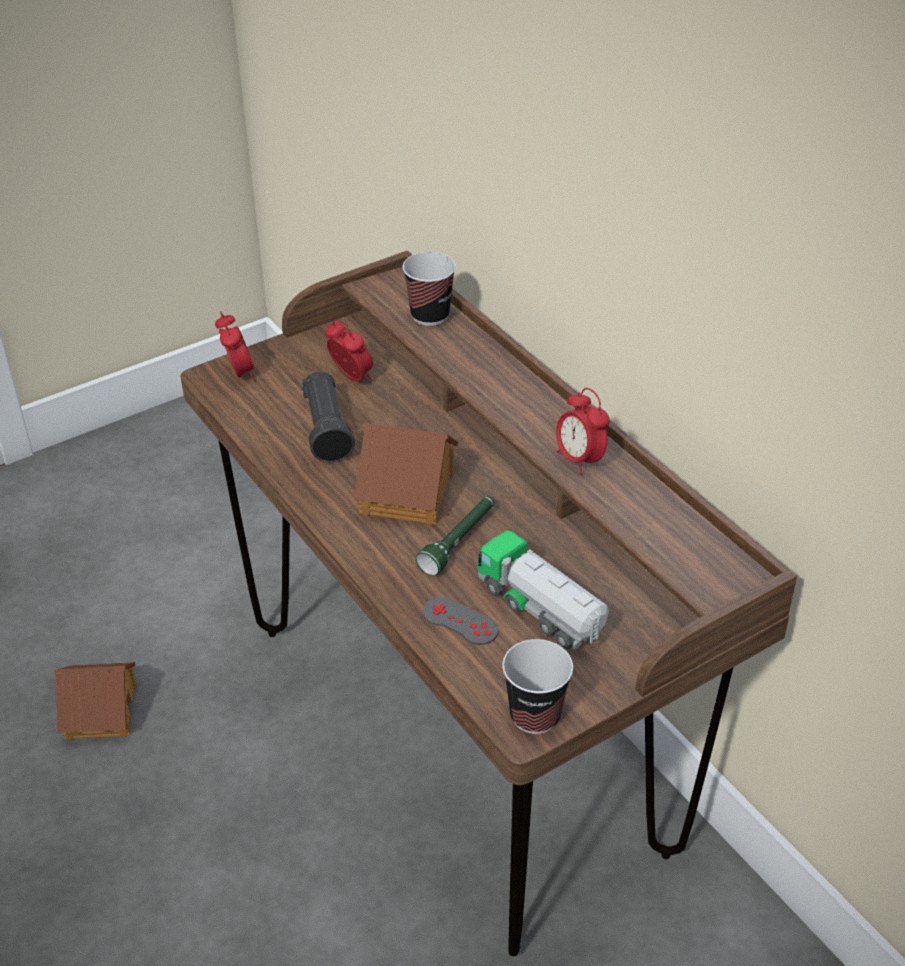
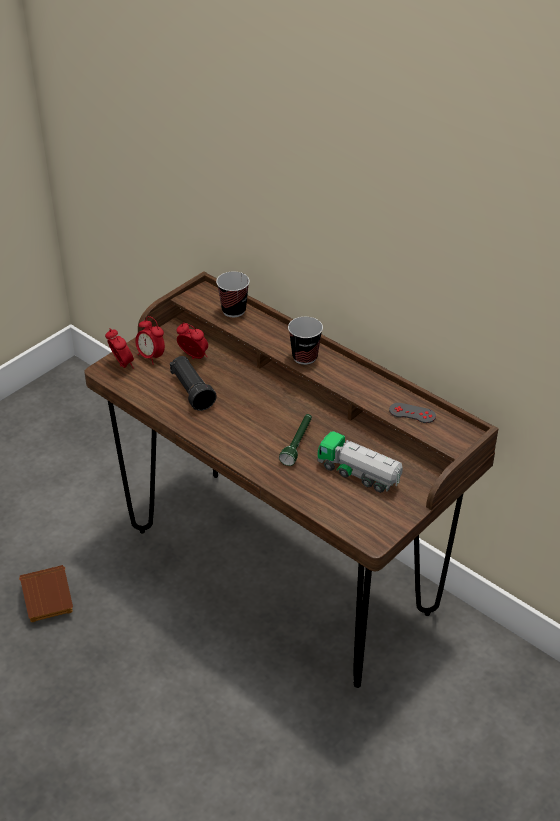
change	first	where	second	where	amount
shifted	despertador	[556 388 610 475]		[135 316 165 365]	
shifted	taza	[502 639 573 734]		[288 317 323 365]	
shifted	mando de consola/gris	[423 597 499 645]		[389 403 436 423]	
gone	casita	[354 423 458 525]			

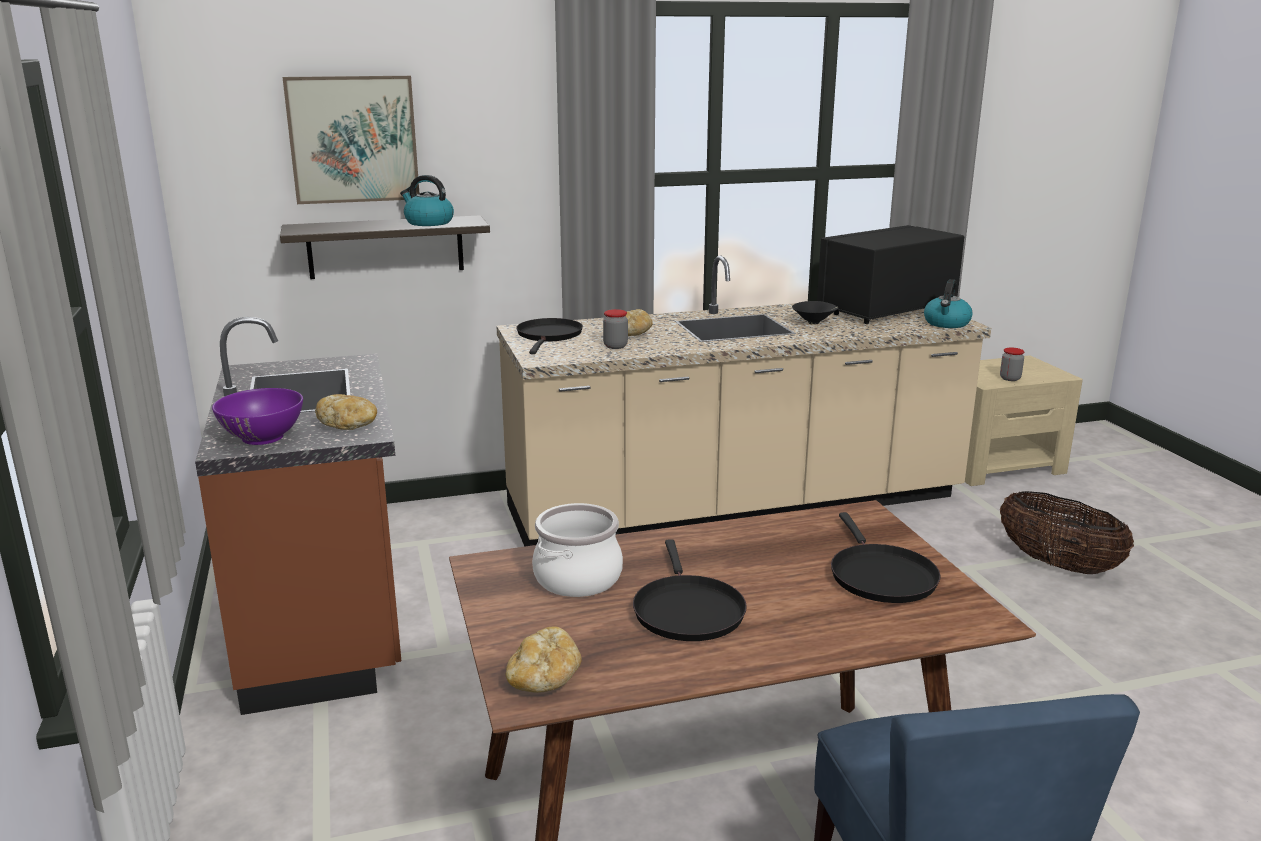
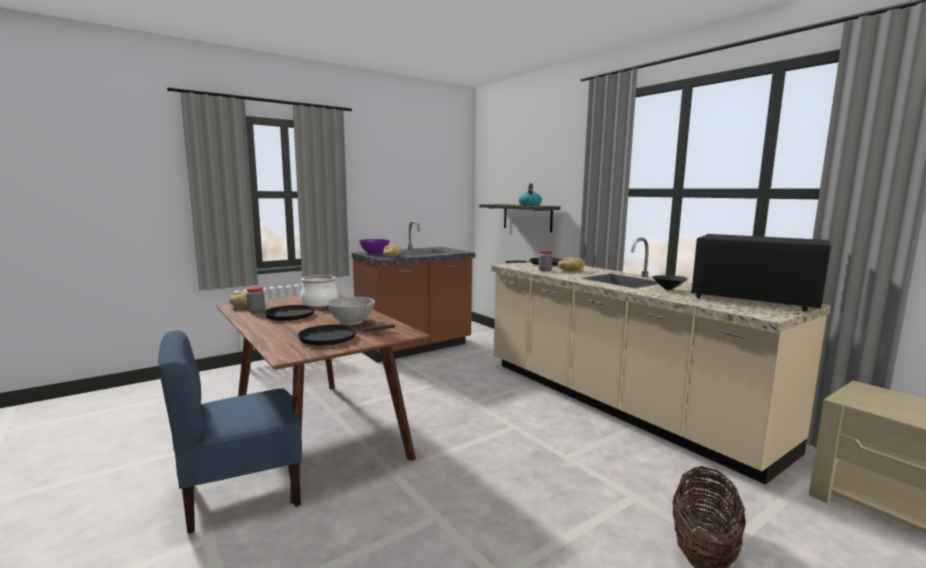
change	first	where	second	where	amount
shifted	tarro	[1000 348 1024 381]		[246 287 265 313]	
new			cuenco/blanco	[327 297 375 325]	
gone	cuadro	[283 76 420 204]			
gone	hervidor	[924 279 973 328]			

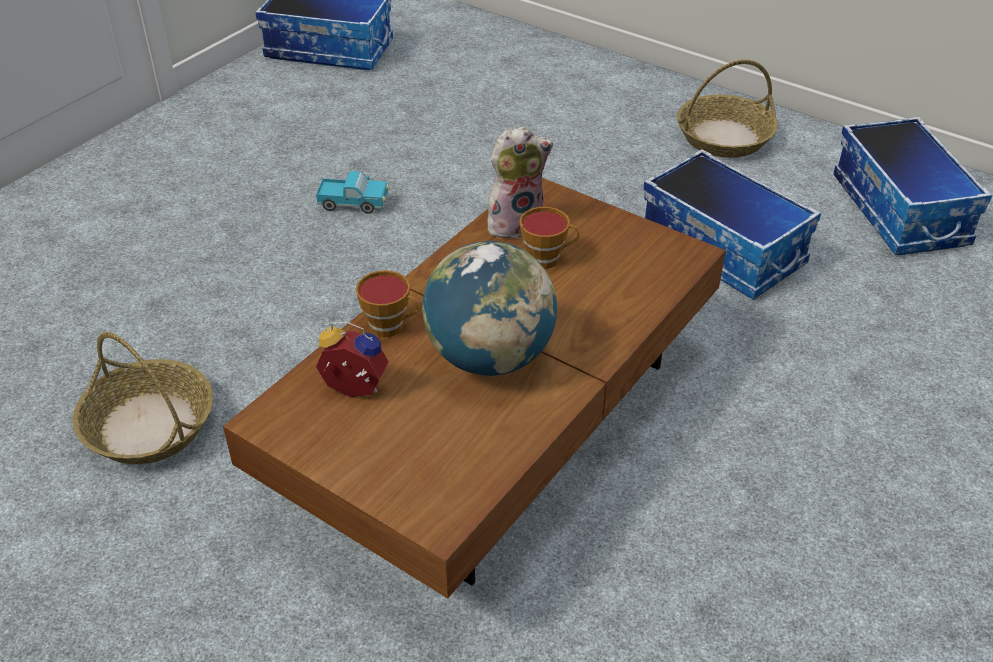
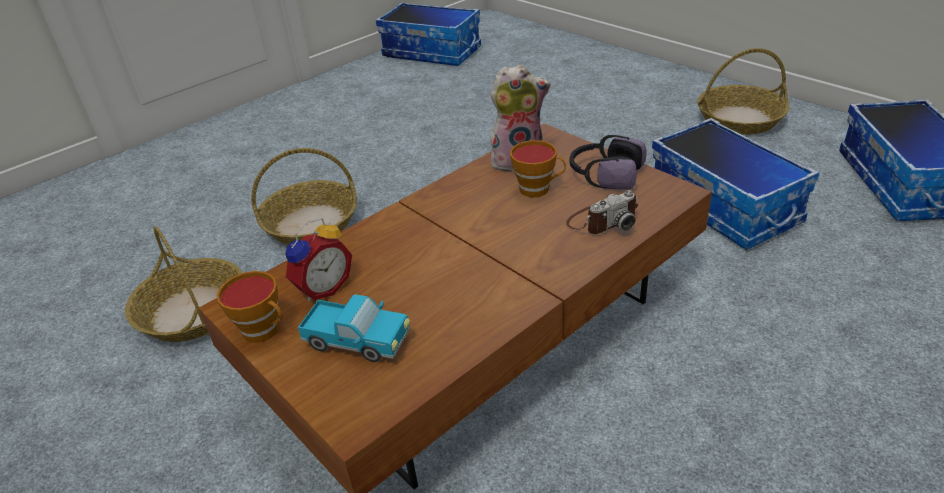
change	first	where	second	where	amount
shifted	taza	[356 270 419 337]		[217 271 283 343]	
new			cesta	[251 148 357 245]	
rotated	despertador	[316 322 389 397]		[286 218 352 301]	105 degrees clockwise
shifted	camión de juguete	[316 171 389 214]		[298 294 410 362]	
new			cámara	[566 190 638 234]	
new			auriculares	[569 135 647 190]	
gone	globo terráqueo	[422 241 557 376]			

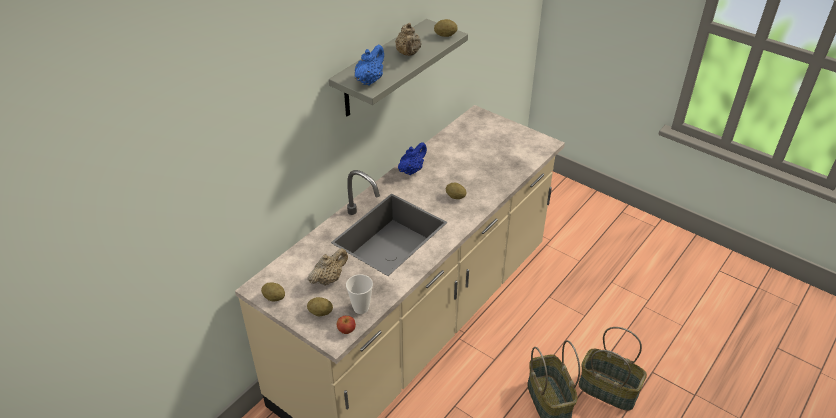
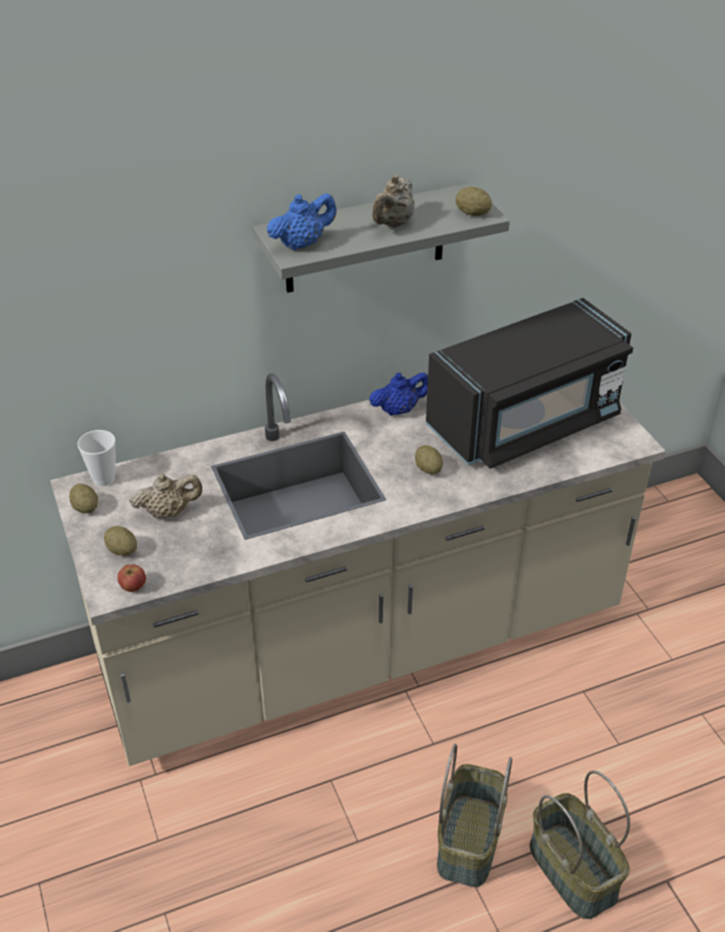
change	first	where	second	where	amount
shifted	taza	[346 274 373 314]		[77 430 116 486]	
new			microondas/negro	[426 298 633 469]	

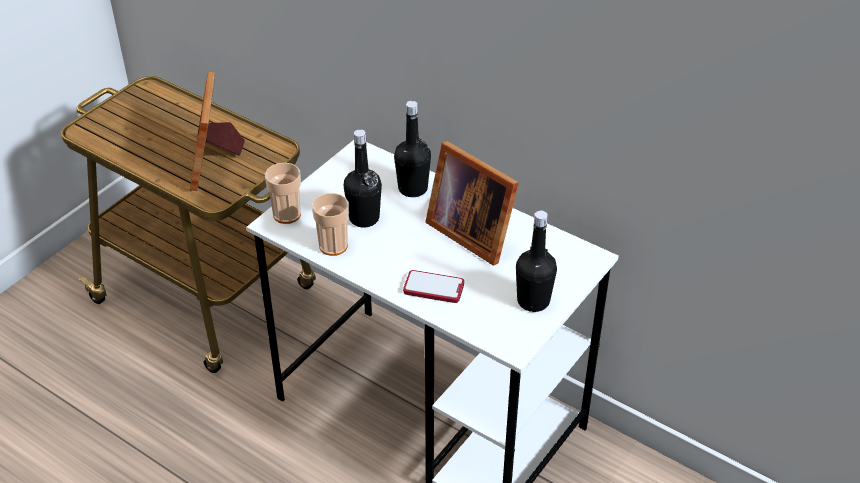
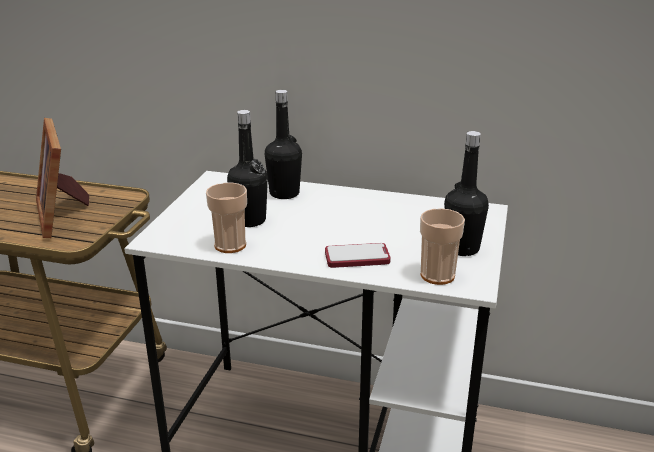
change	first	where	second	where	amount
shifted	taza	[265 163 301 224]		[420 208 465 285]	
gone	portarretratos	[425 141 519 266]			

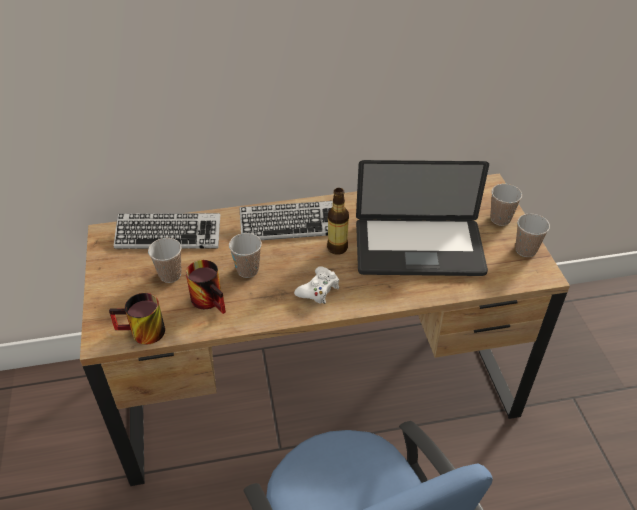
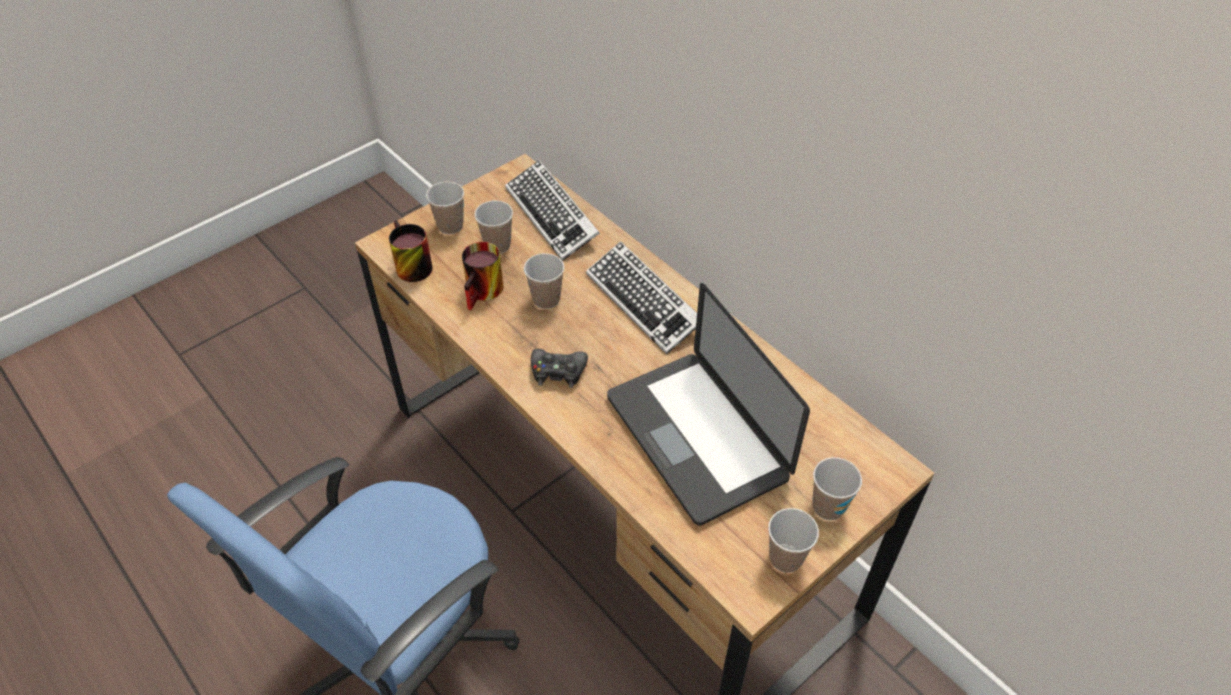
change	first	where	second	where	amount
new			taza	[426 181 464 234]	
repainted	mando de consola/blanco	[294 266 340 304]	mando de consola/negro	[531 349 588 388]	
gone	botella	[327 188 349 255]			

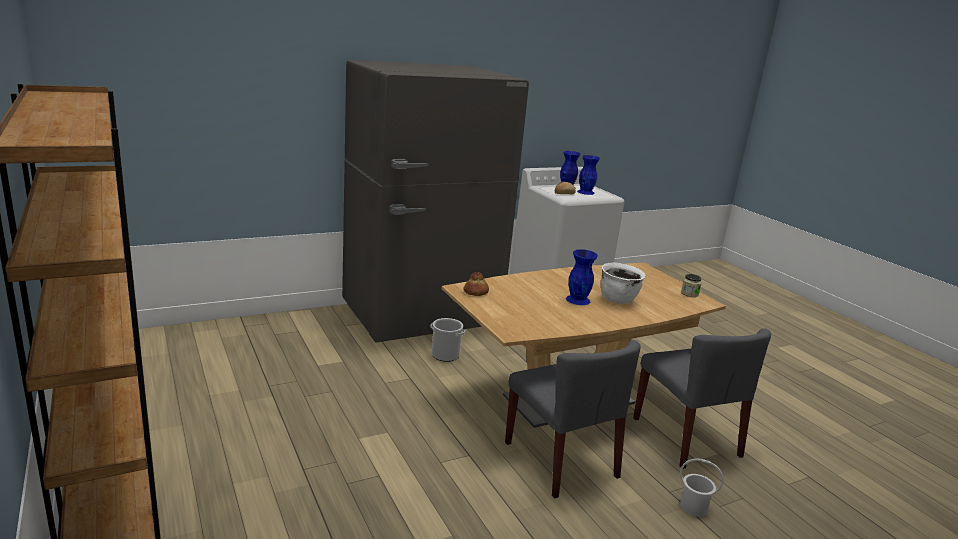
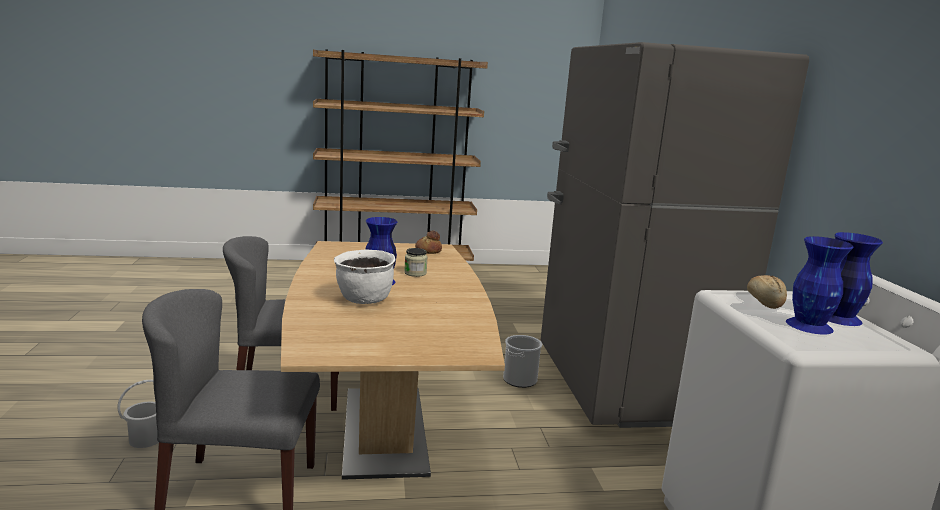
change	first	where	second	where	amount
shifted	tarro	[681 274 702 297]		[404 248 428 277]	

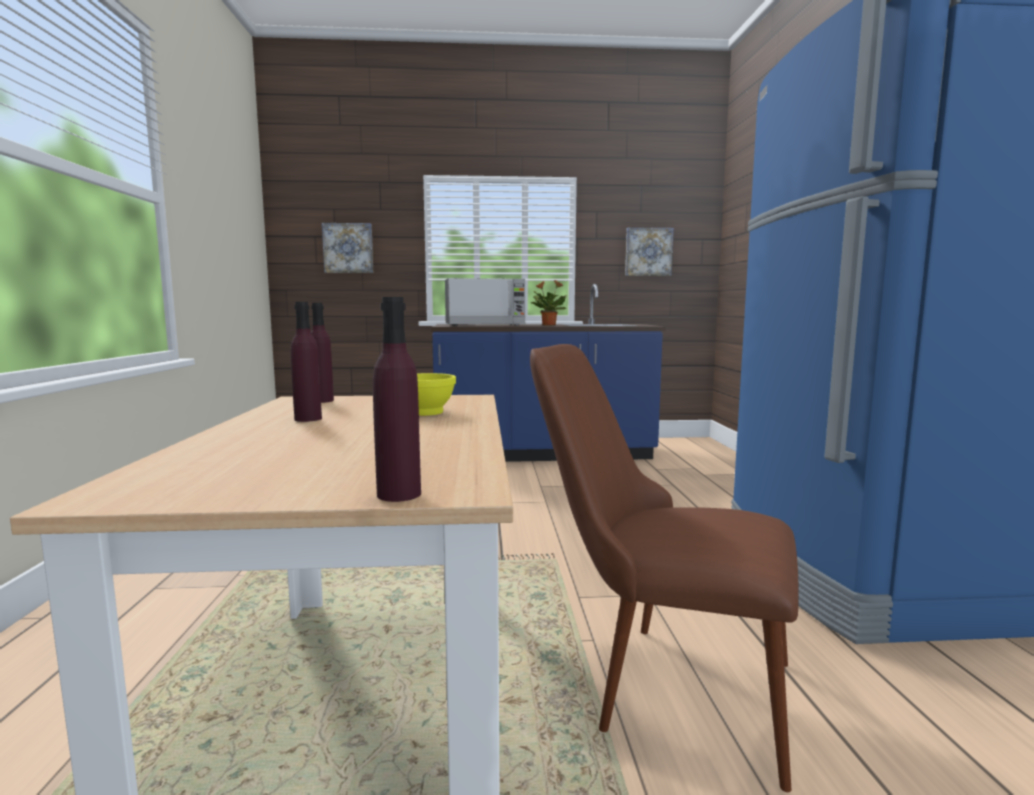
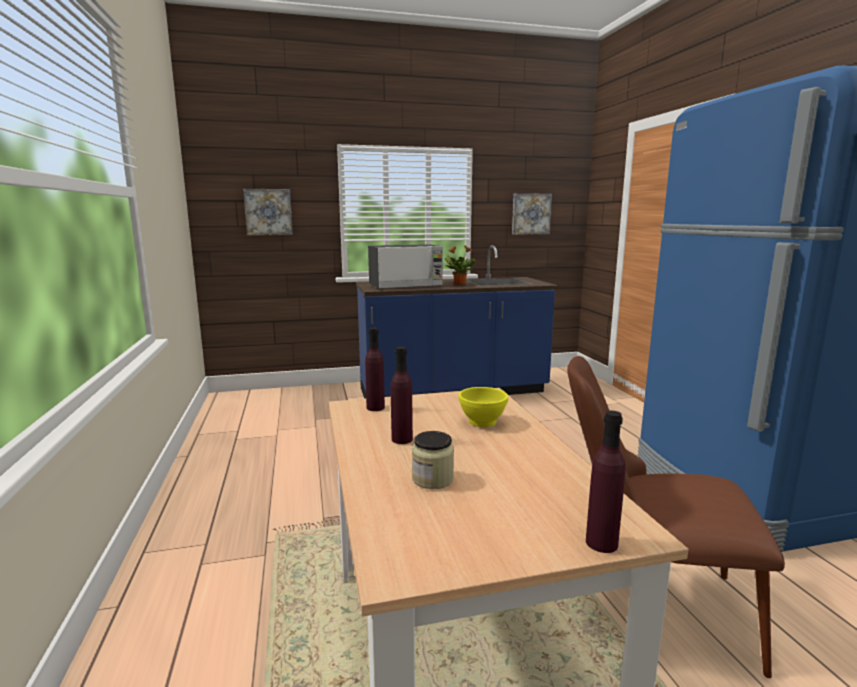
change	first	where	second	where	amount
new			tarro	[412 431 454 489]	

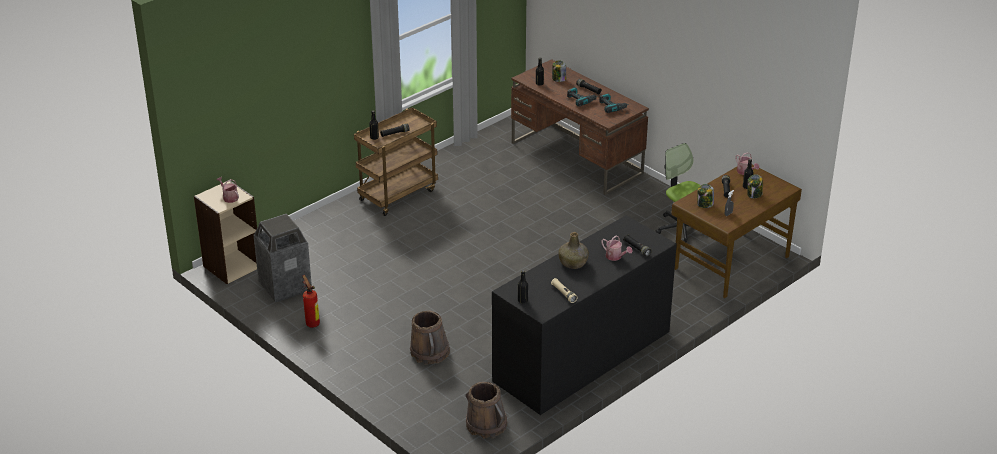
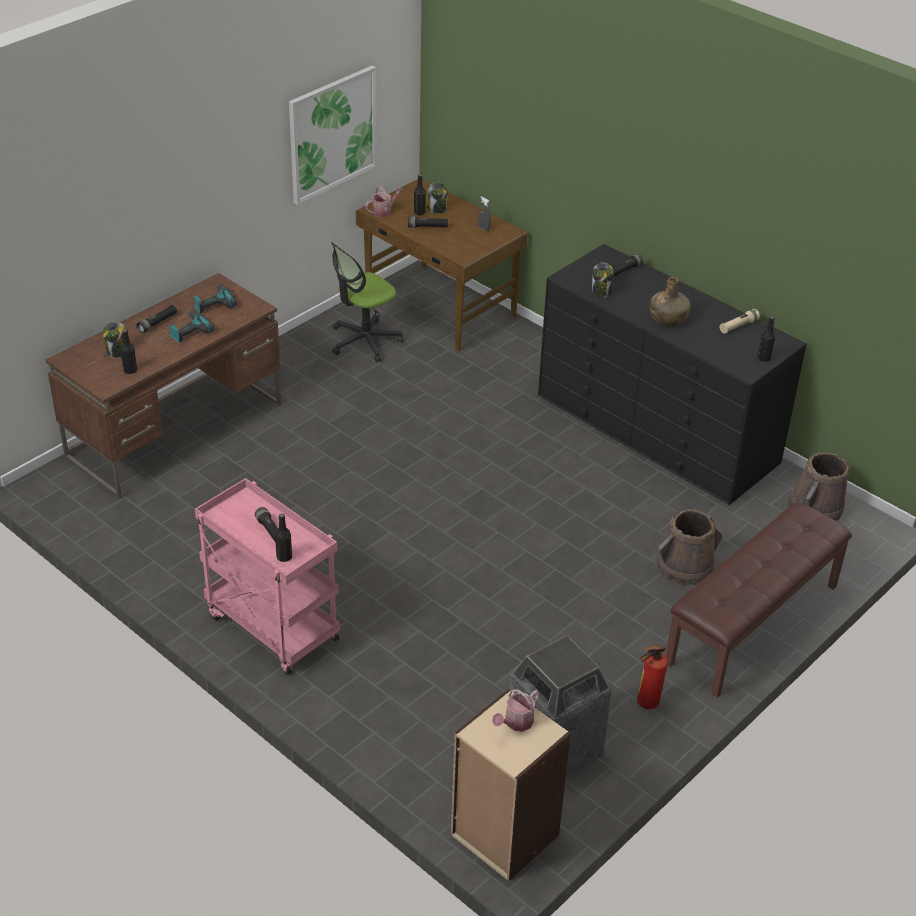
change	first	where	second	where	amount
repainted	carrito/marrón	[354 107 438 216]	carrito/rosa	[195 478 340 675]	
new			cuadro	[289 66 377 205]	
shifted	tarro	[697 184 714 208]		[592 262 613 298]	
new			banco/marrón	[666 502 852 697]	
gone	regadera	[601 236 633 261]			

